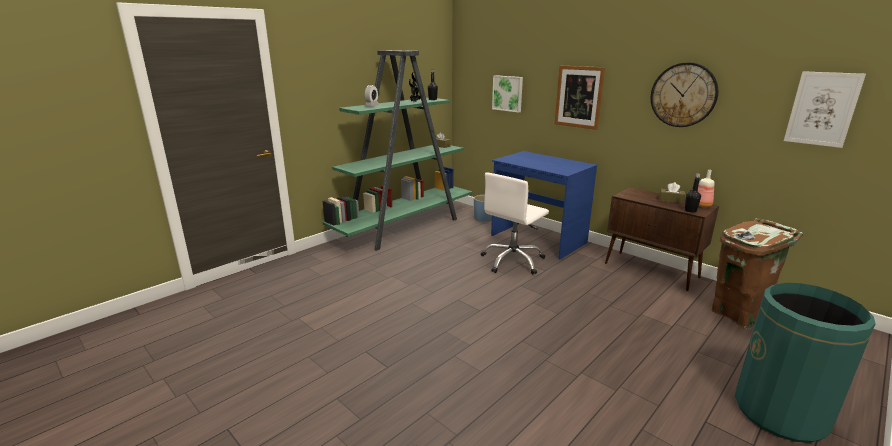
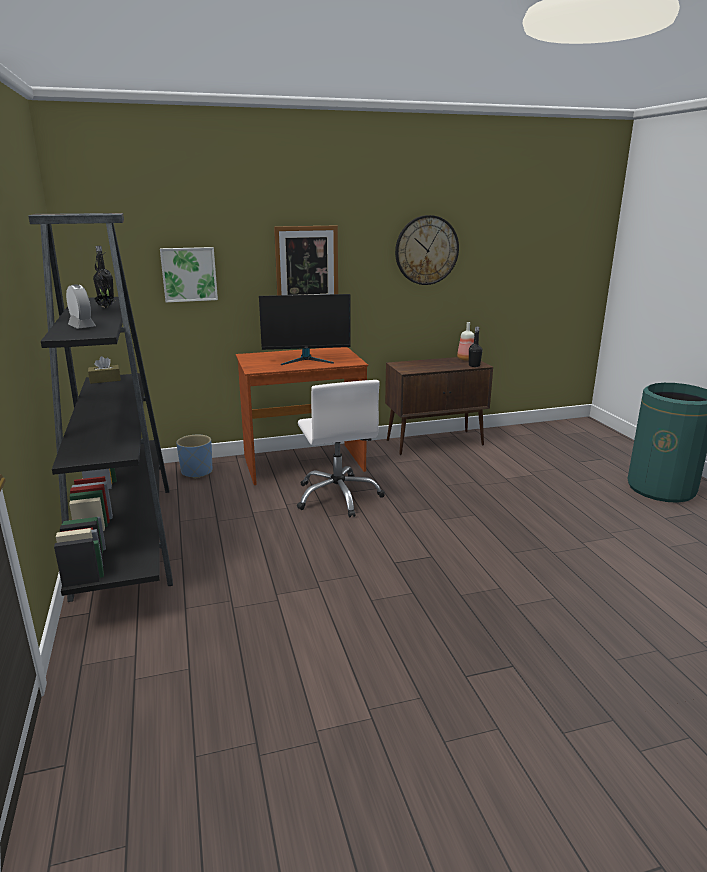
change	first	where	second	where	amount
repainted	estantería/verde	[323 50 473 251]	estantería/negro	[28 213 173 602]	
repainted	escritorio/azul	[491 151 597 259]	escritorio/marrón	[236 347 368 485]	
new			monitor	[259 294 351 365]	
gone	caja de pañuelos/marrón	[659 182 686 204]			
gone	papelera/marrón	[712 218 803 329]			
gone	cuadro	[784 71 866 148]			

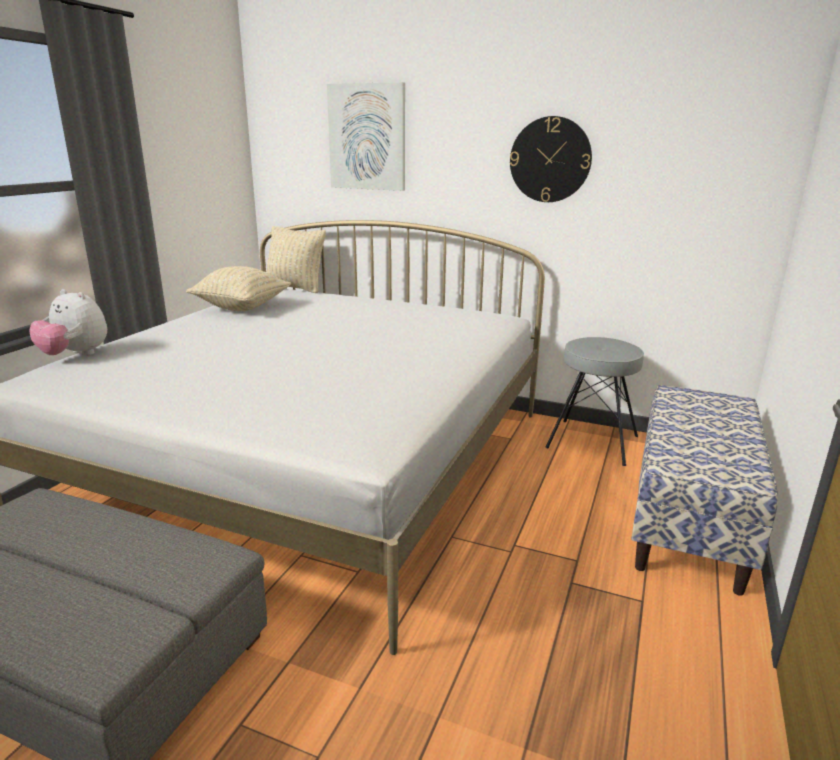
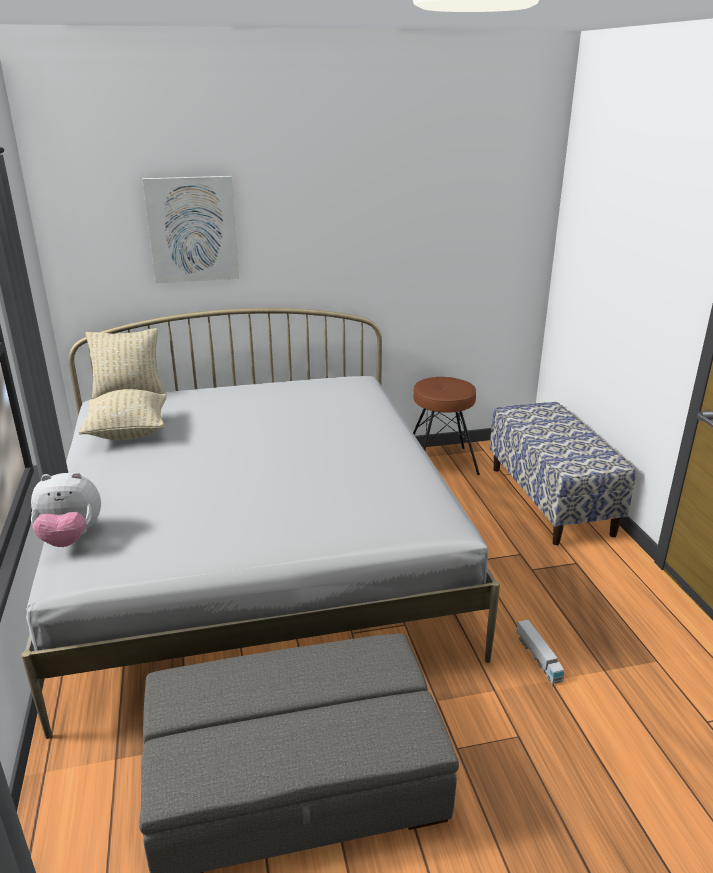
change	first	where	second	where	amount
repainted	taburete/gris	[545 337 644 466]	taburete/marrón	[413 377 480 475]	
new			camión de juguete	[516 619 564 684]	
gone	reloj de pared	[510 116 592 202]			

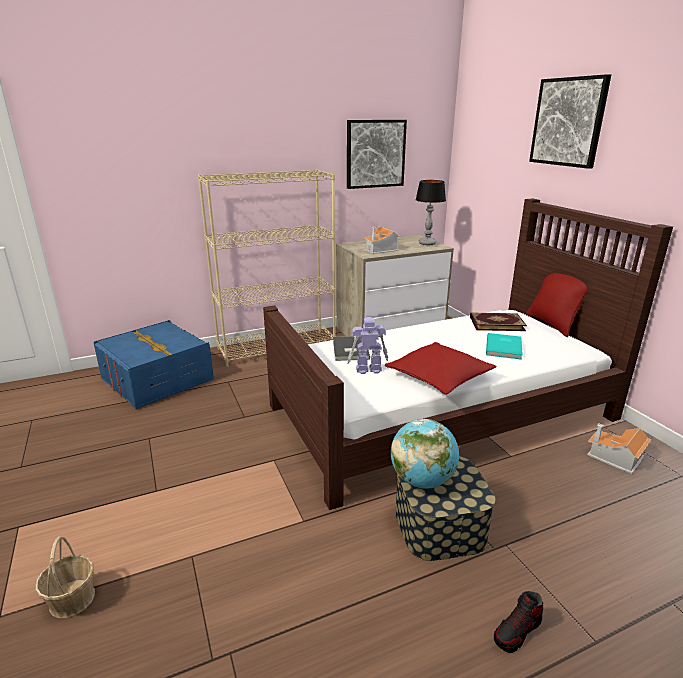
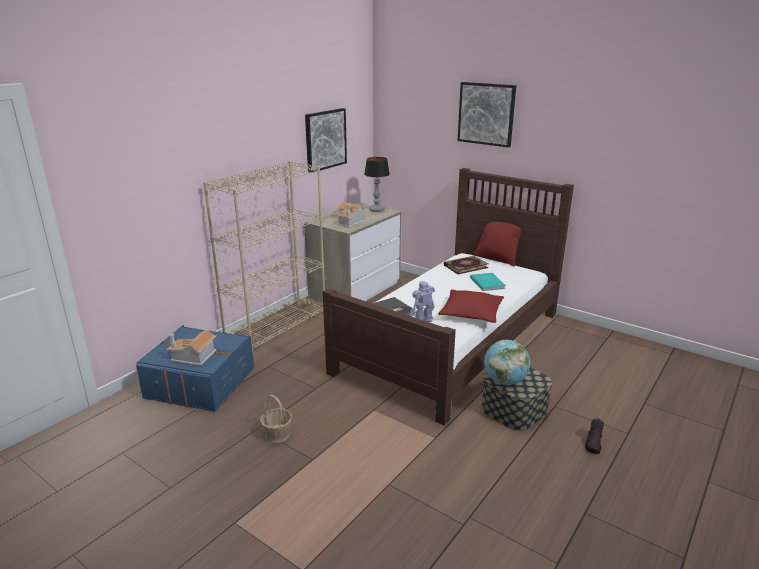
change	first	where	second	where	amount
shifted	casita	[587 423 651 474]		[167 329 216 365]	
shifted	cesta	[35 536 95 619]		[260 395 292 443]	

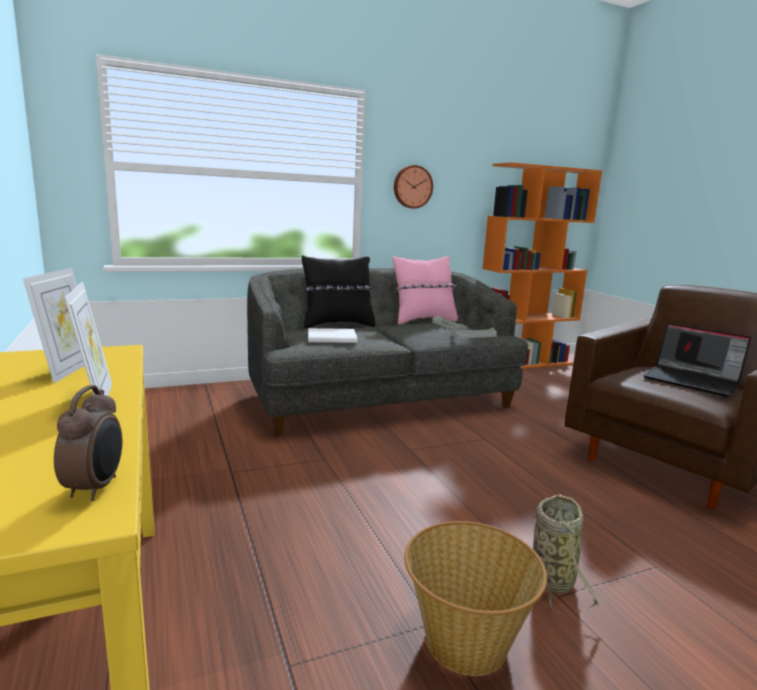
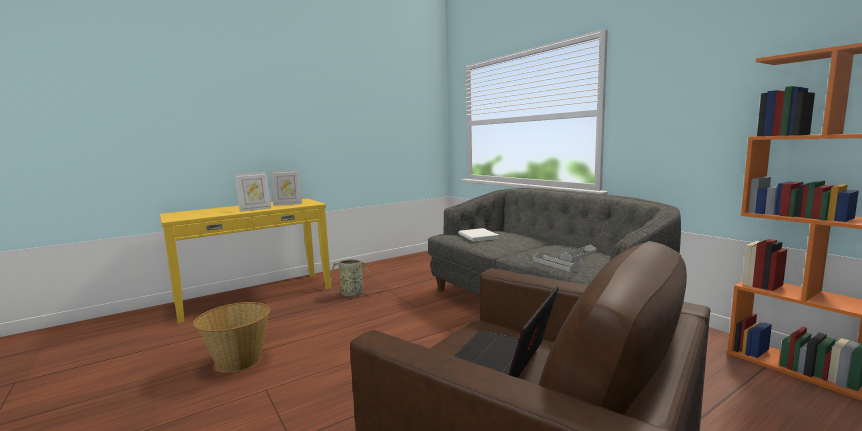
change	first	where	second	where	amount
shifted	cesta	[533 494 600 614]		[328 259 386 297]	
gone	despertador	[54 385 122 501]			
gone	cojín/negro	[302 255 375 328]			
gone	cojín/rosa	[392 256 458 324]			
gone	reloj de pared	[394 165 433 209]			

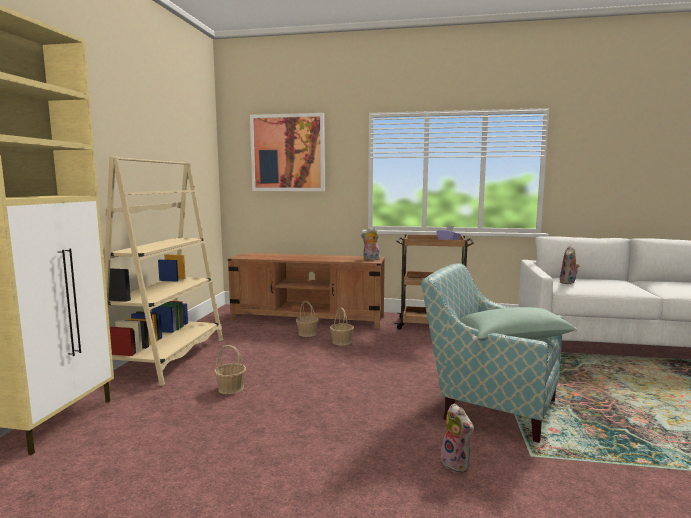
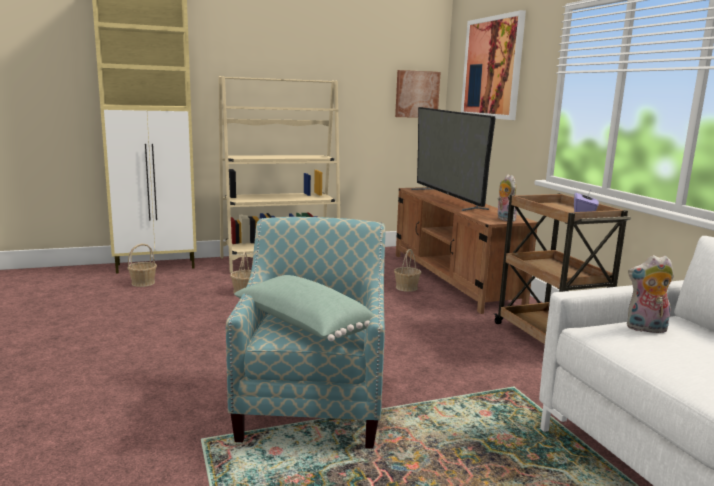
change	first	where	second	where	amount
shifted	cesta	[330 308 354 346]		[127 244 157 287]	
new			cuadro	[395 70 441 118]	
new			televisor	[411 107 496 211]	
gone	peluche	[441 403 474 473]			

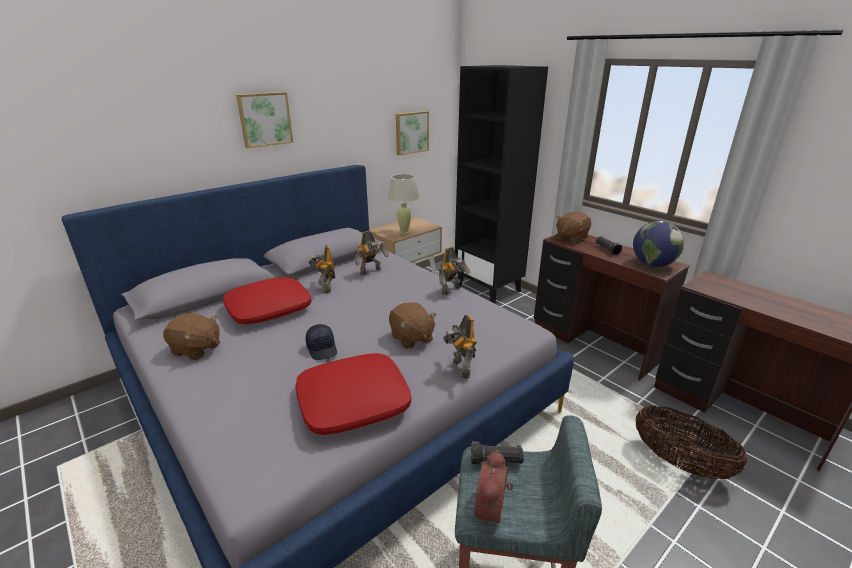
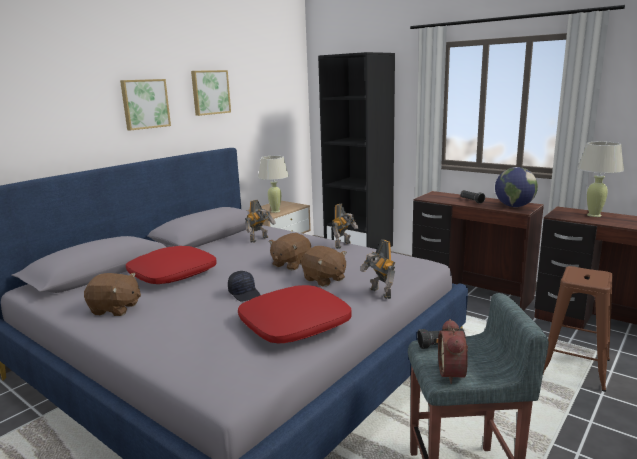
change	first	where	second	where	amount
shifted	cuadro	[396 111 429 155]		[191 70 231 116]	
shifted	peluche/marrón	[556 211 591 243]		[269 233 311 270]	
swapped	cesta	[635 405 748 479]	taburete/marrón	[543 266 613 392]	
new			lámpara de mesa/beis	[578 141 624 217]	
gone	robot de juguete	[309 245 335 293]			

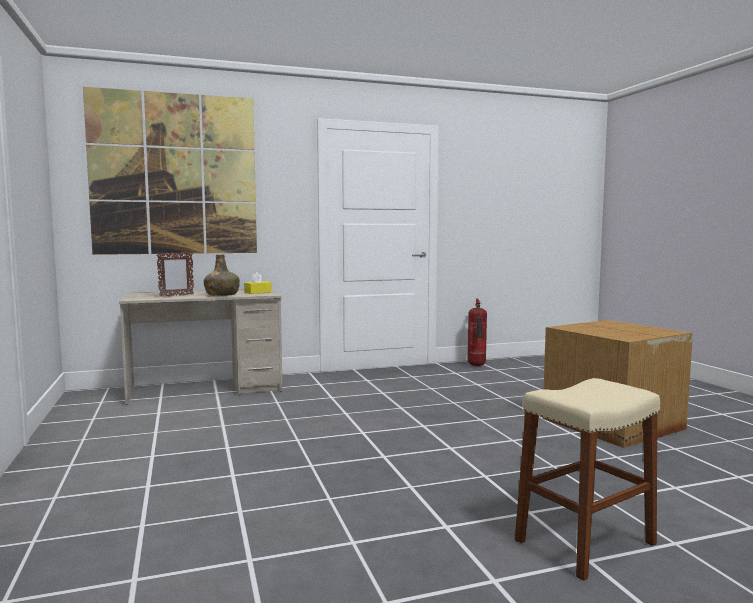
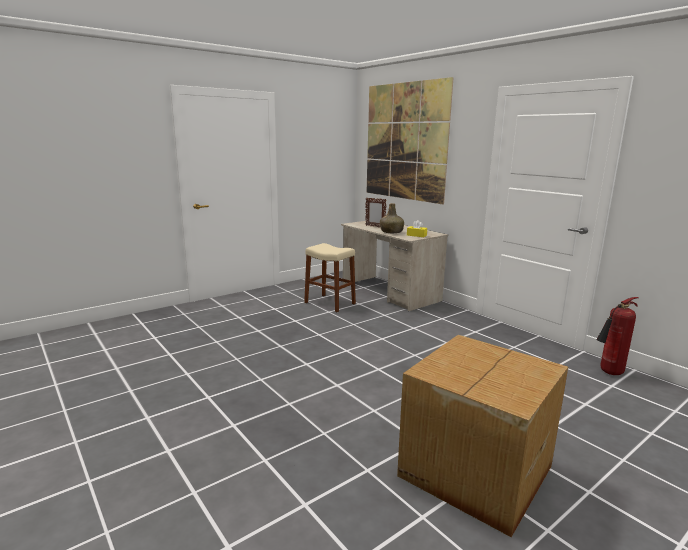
change	first	where	second	where	amount
shifted	taburete/beis	[515 378 660 581]		[304 243 356 312]	

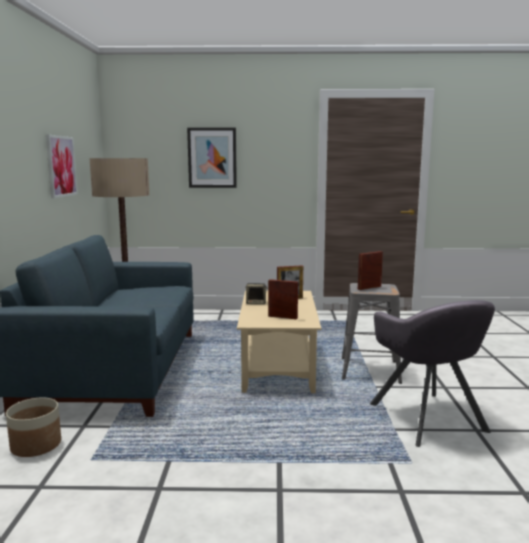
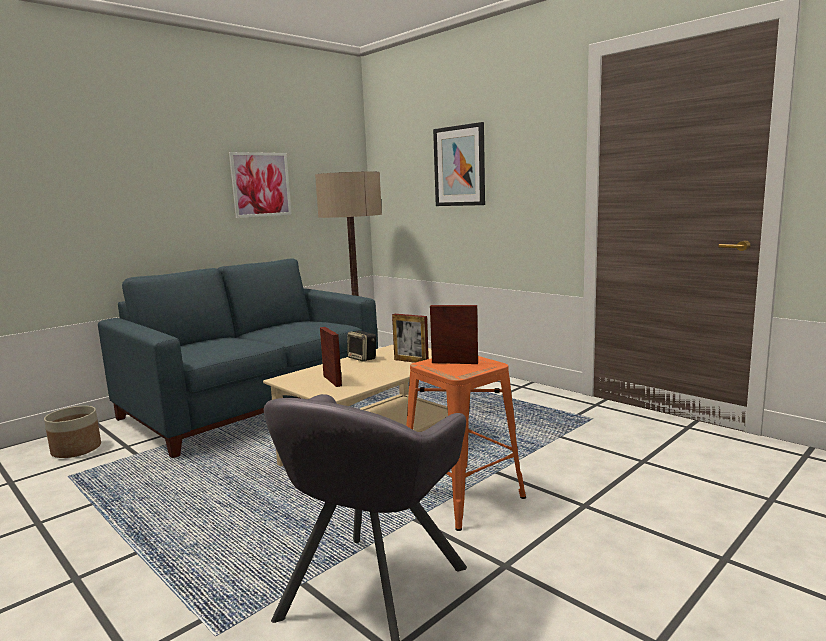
change	first	where	second	where	amount
repainted	taburete/gris	[342 283 402 384]	taburete/naranja	[406 356 526 531]	

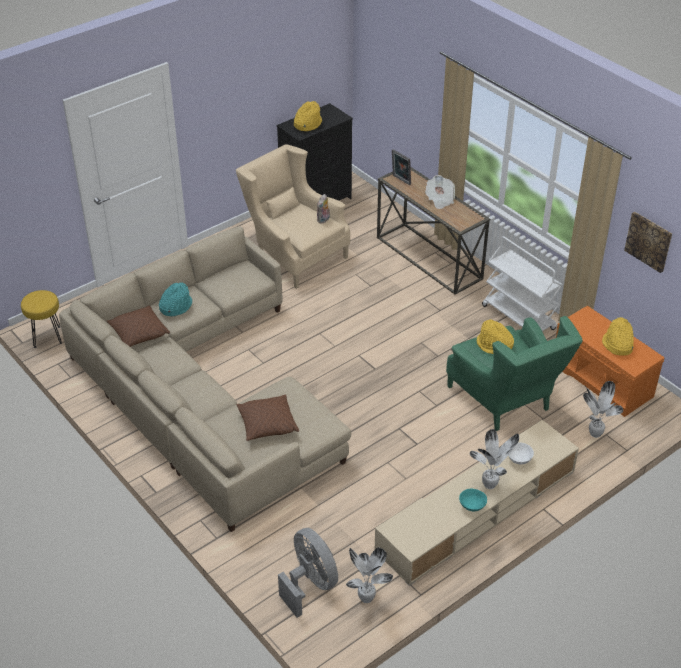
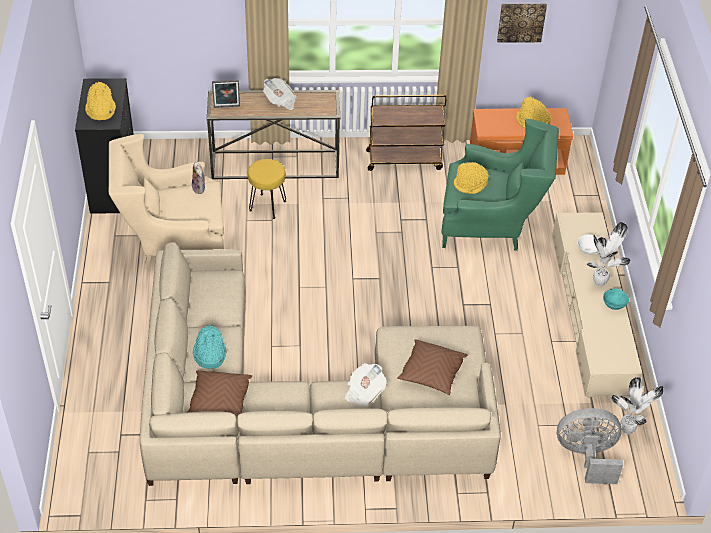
change	first	where	second	where	amount
shifted	taburete/amarillo	[21 290 62 348]		[248 159 286 219]	
new			periódico	[345 363 387 407]	
repainted	carrito/blanco	[482 236 562 331]	carrito/marrón	[366 95 446 171]	
gone	planta en maceta	[583 381 623 438]			

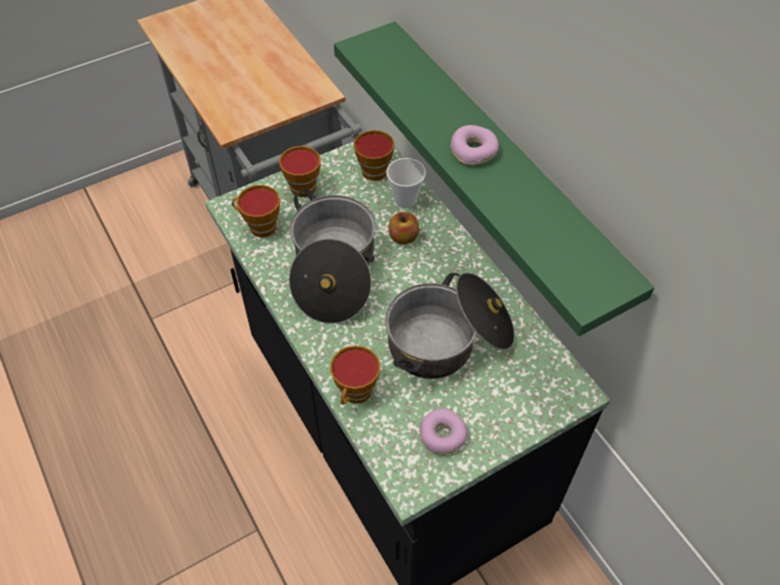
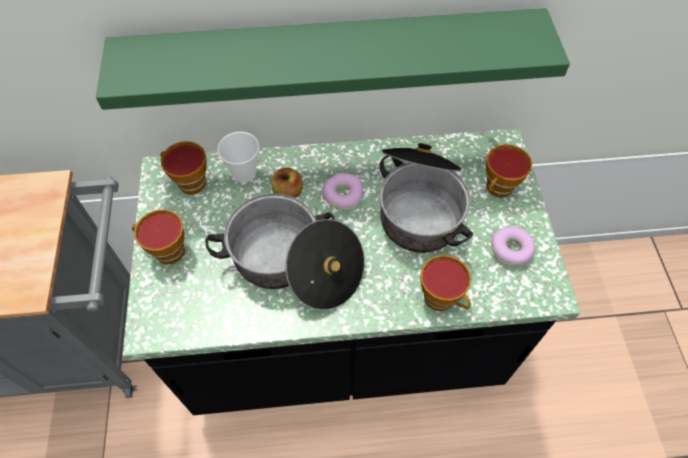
change	first	where	second	where	amount
shifted	rosquilla	[450 125 499 165]		[322 173 363 210]	
shifted	taza	[232 185 280 237]		[486 144 532 198]	

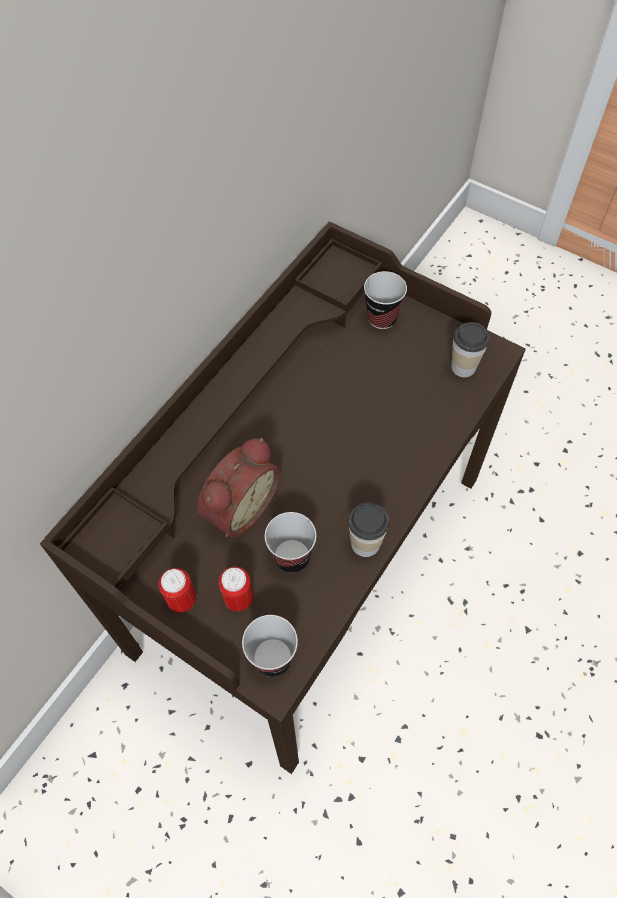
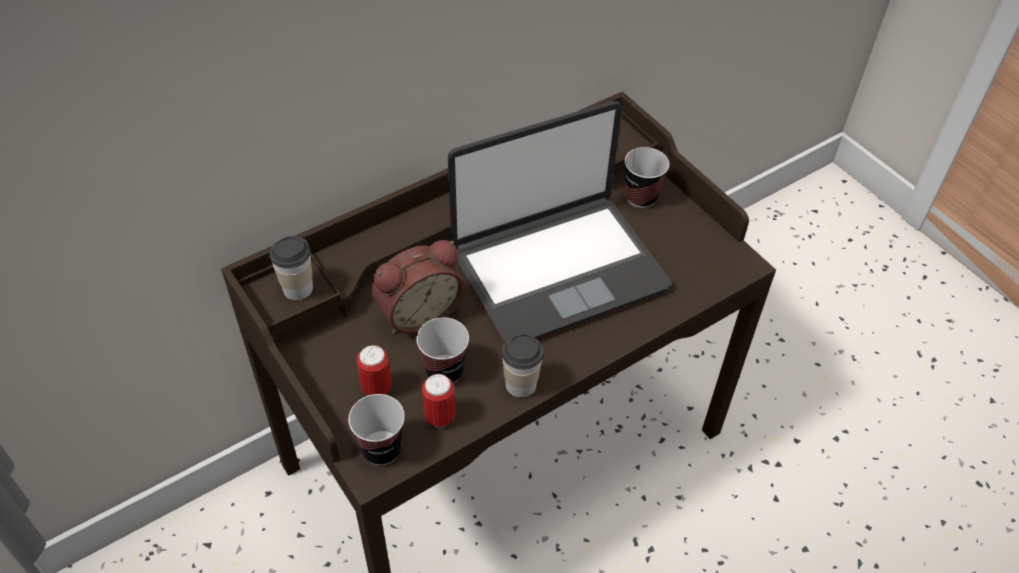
change	first	where	second	where	amount
shifted	taza	[451 322 489 377]		[270 236 313 300]	
shifted	lata	[158 568 196 613]		[422 374 455 428]	
new			portátil	[448 101 671 342]	

